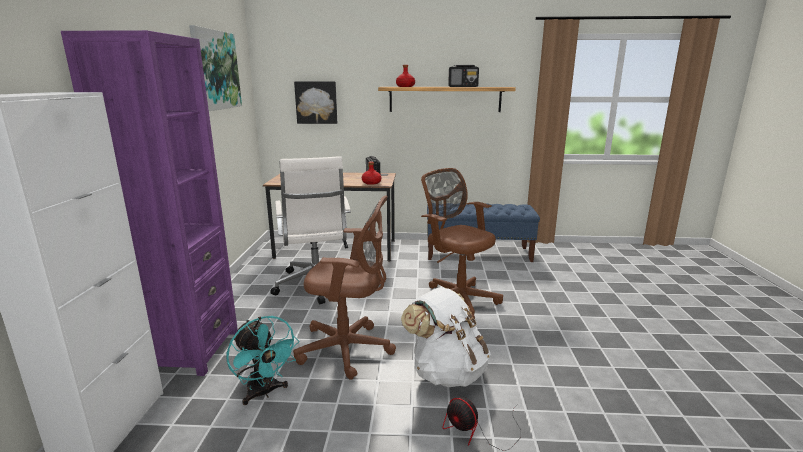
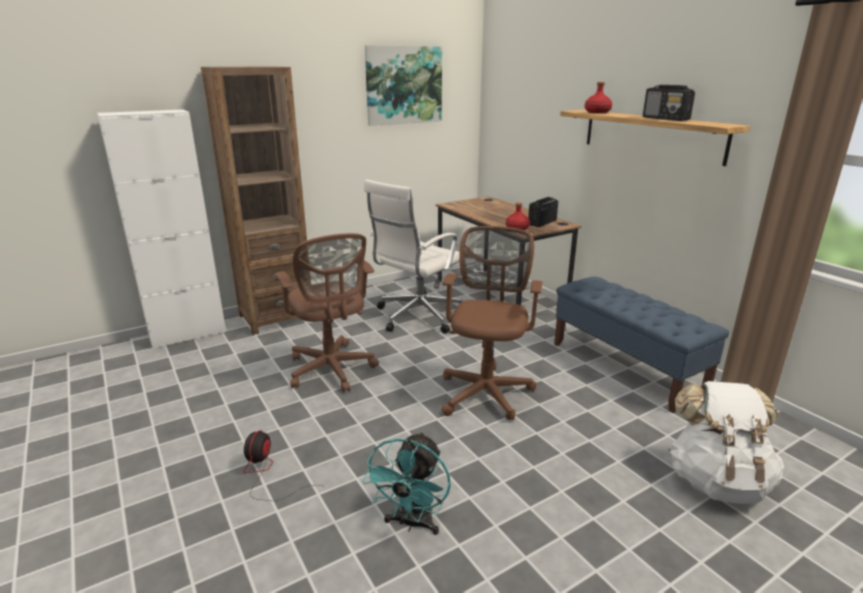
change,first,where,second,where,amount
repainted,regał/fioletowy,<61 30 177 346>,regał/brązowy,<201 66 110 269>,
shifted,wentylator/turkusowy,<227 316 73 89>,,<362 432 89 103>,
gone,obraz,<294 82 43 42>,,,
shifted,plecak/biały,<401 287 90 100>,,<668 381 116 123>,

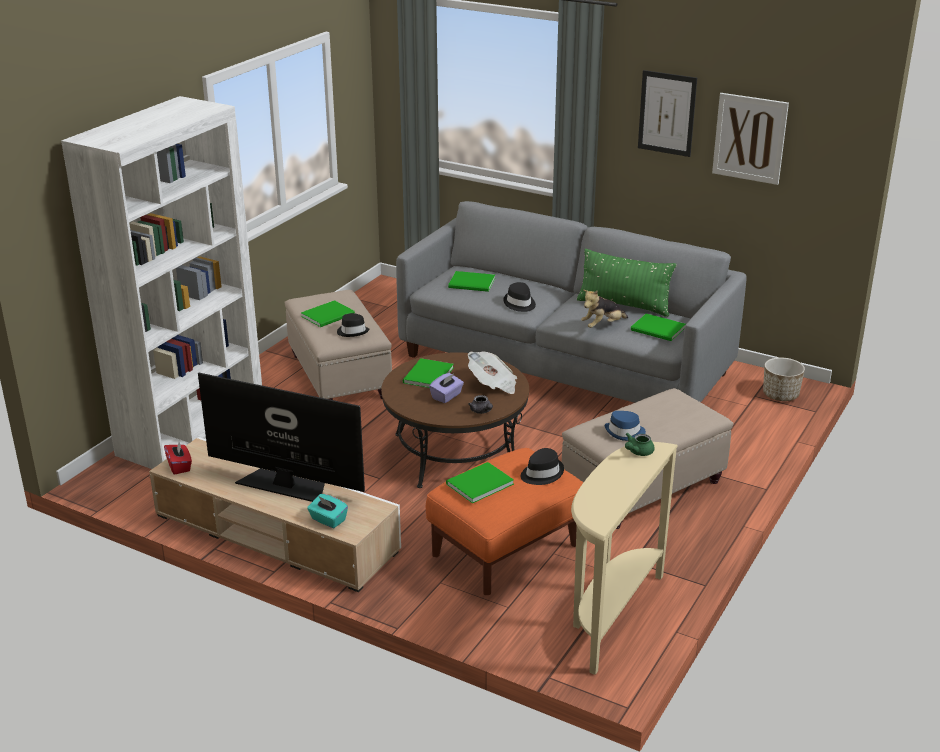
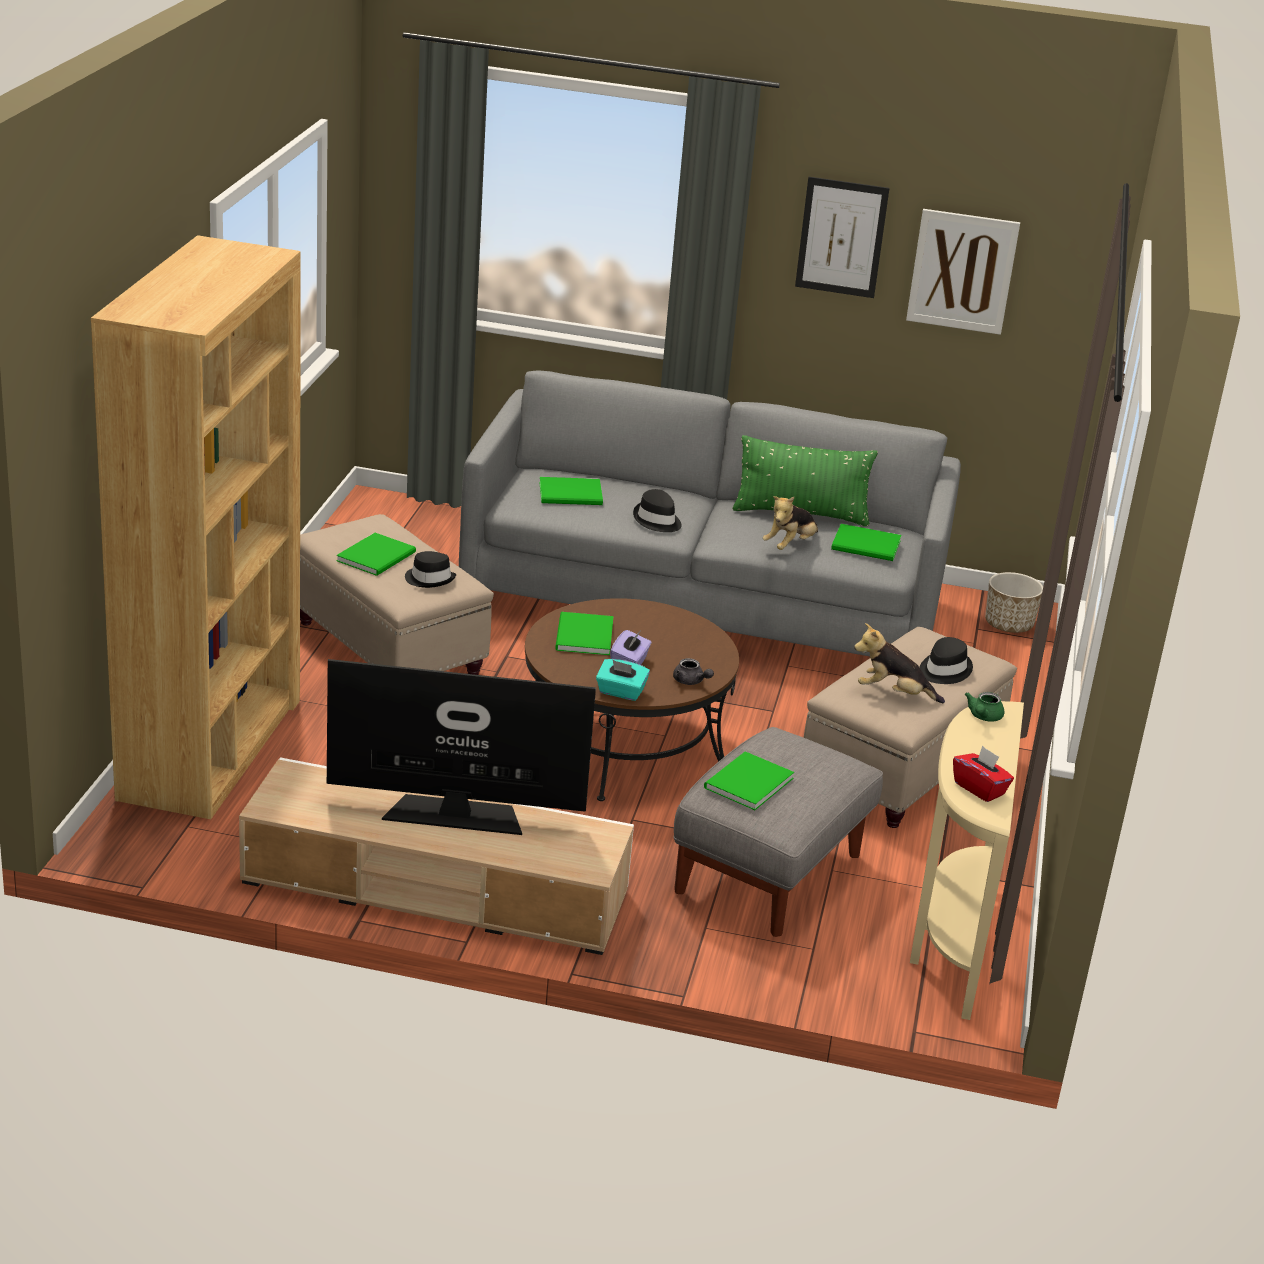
change,first,where,second,where,amount
repainted,regał/biały,<61 96 201 373>,regał/brązowy,<91 235 210 584>,
shifted,pudełko chusteczek/czerwony,<164 442 28 33>,,<953 746 61 56>,
shifted,pudełko chusteczek/turkusowy,<307 494 41 34>,,<596 659 54 42>,
repainted,pufa/pomarańczowy,<426 448 158 147>,pufa/szary,<673 727 210 210>,
gone,gazeta,<468 351 49 43>,,,
shifted,kapelusz/czarny,<521 448 43 37>,,<920 637 53 47>,
swapped,kapelusz/niebieski,<605 411 41 30>,pluszak,<854 623 91 80>,

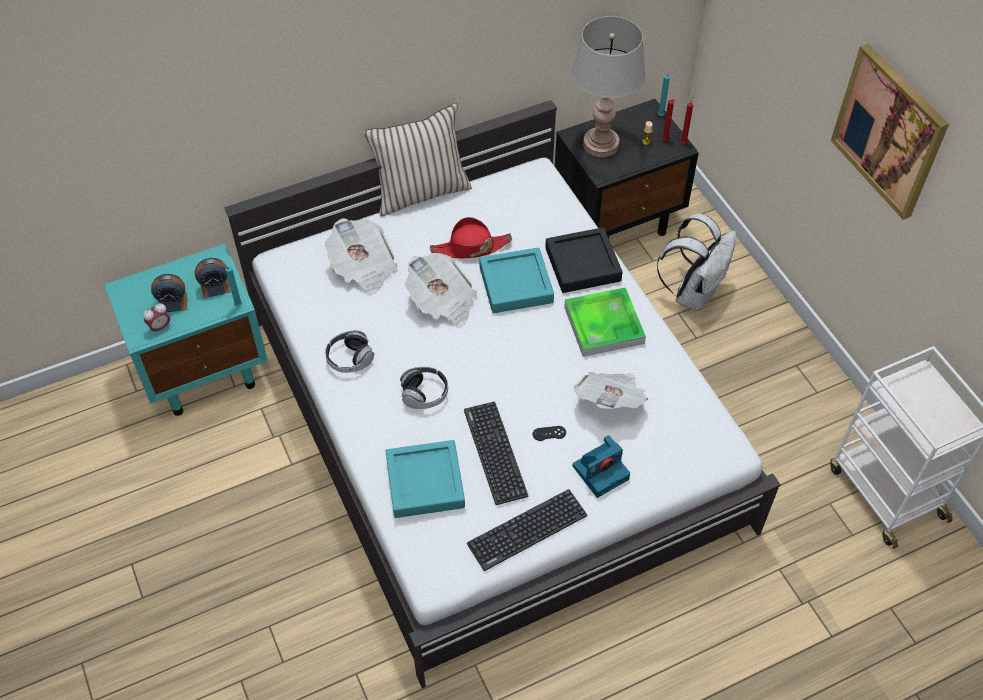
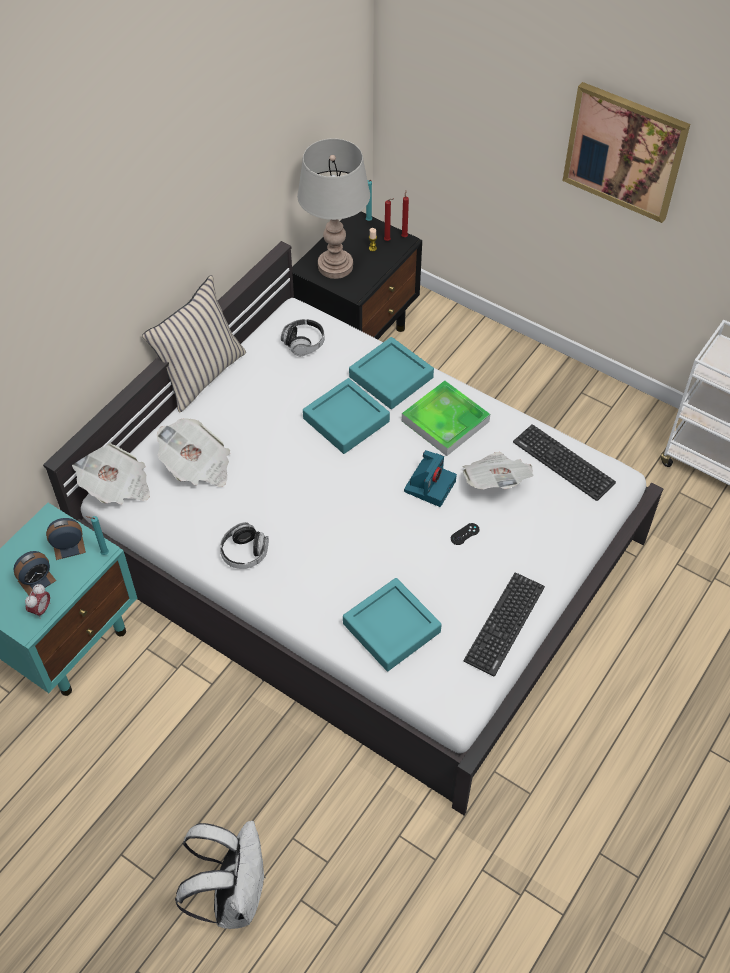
change,first,where,second,where,amount
rotated,budzik,<194 258 37 40>,,<46 518 40 42>,150 degrees counterclockwise
shifted,słuchawki,<400 367 48 42>,,<281 319 44 37>,
shifted,gazeta,<405 253 72 73>,,<72 443 78 61>,
gone,kapelusz/czerwony,<430 217 82 41>,,,
shifted,klawiatura,<464 401 64 104>,,<513 424 103 77>,
repainted,taca/czarny,<545 227 78 66>,taca/turkusowy,<349 337 85 72>,
shifted,aparat fotograficzny,<573 435 57 63>,,<404 450 53 57>,
shifted,plecak/biały,<657 213 79 98>,,<175 821 91 108>,

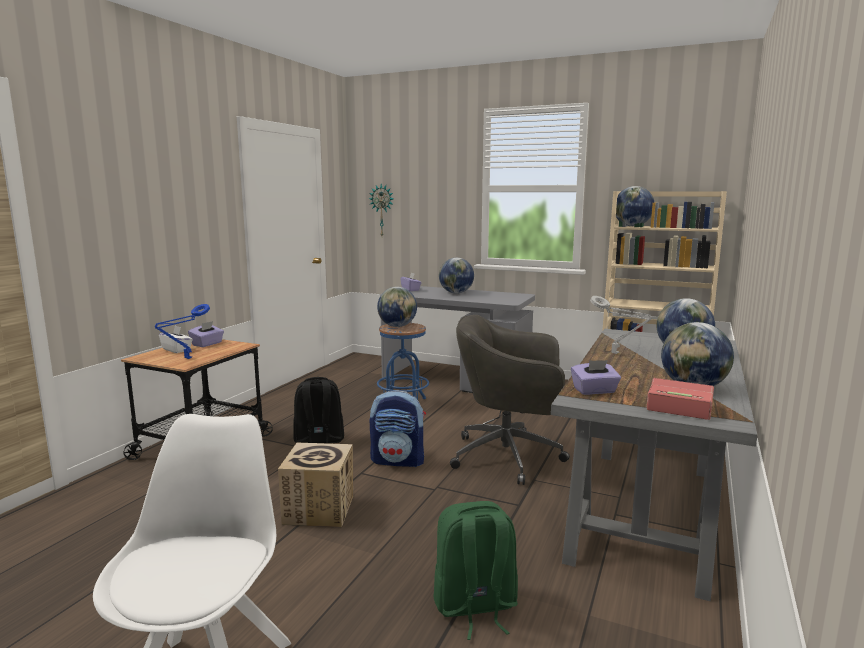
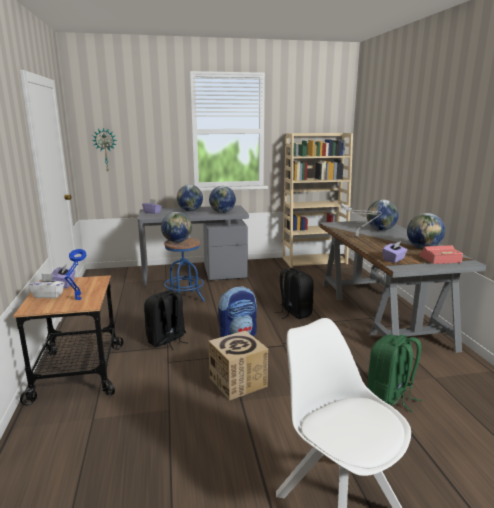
change,first,where,second,where,amount
swapped,krzesło biurowe/szary,<450 315 120 170>,plecak/czarny,<275 268 39 51>,
shifted,globus,<616 186 39 40>,,<209 186 27 27>,

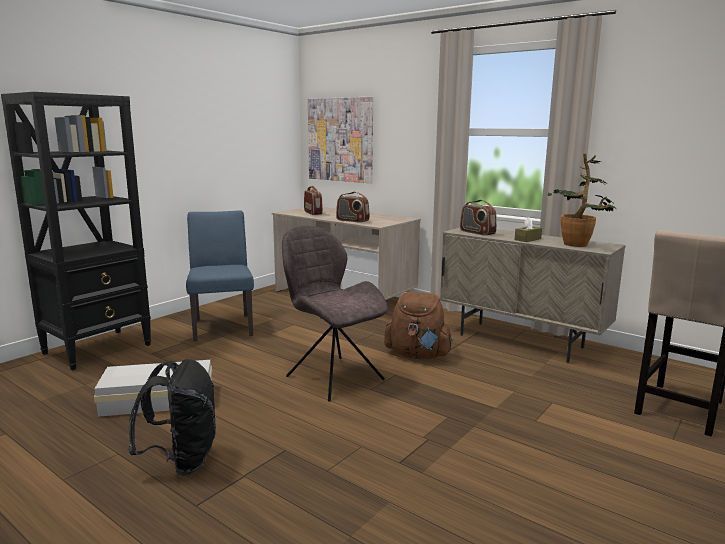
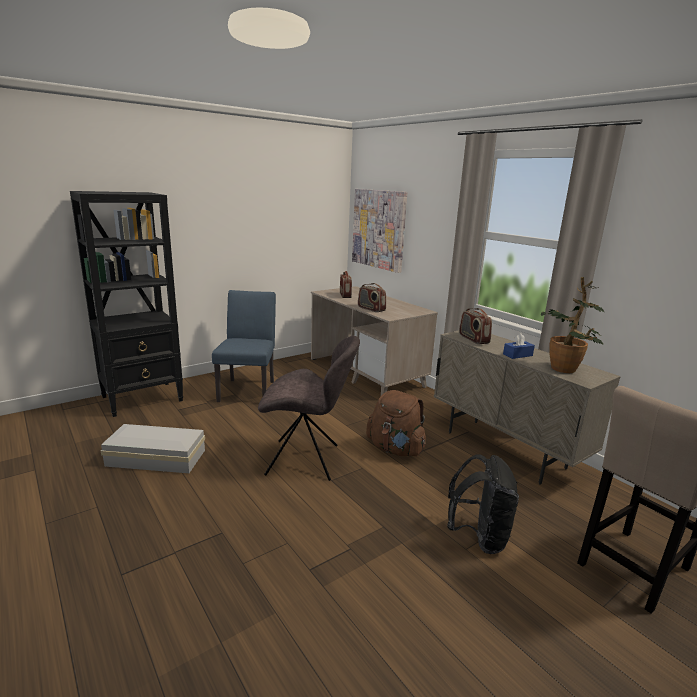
change,first,where,second,where,amount
shifted,plecak/czarny,<128 359 88 117>,,<447 454 72 100>,
rotated,krzesło/szary,<282 226 106 176>,,<258 335 102 146>,120 degrees clockwise
repainted,pudełko chusteczek/brązowy,<515 217 27 25>,pudełko chusteczek/niebieski,<503 333 32 26>,

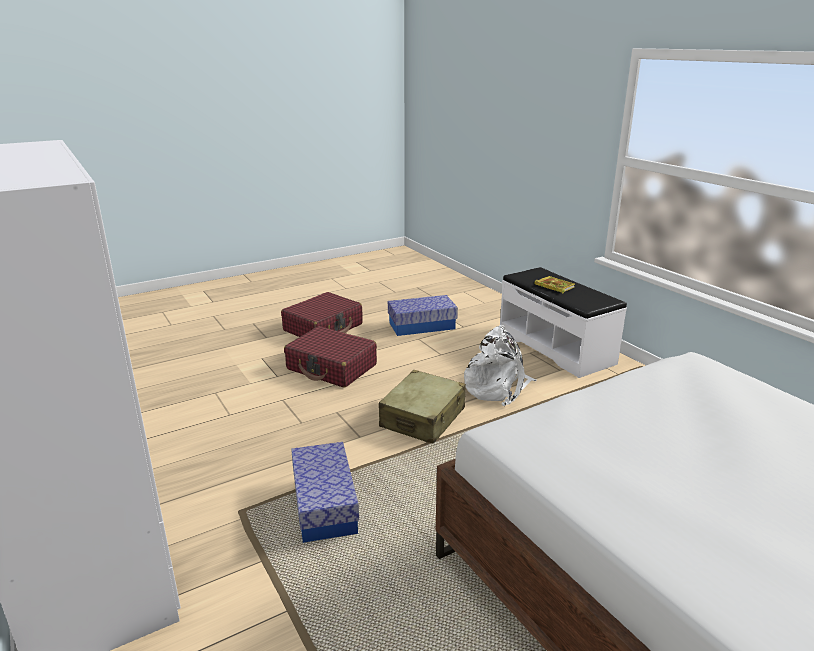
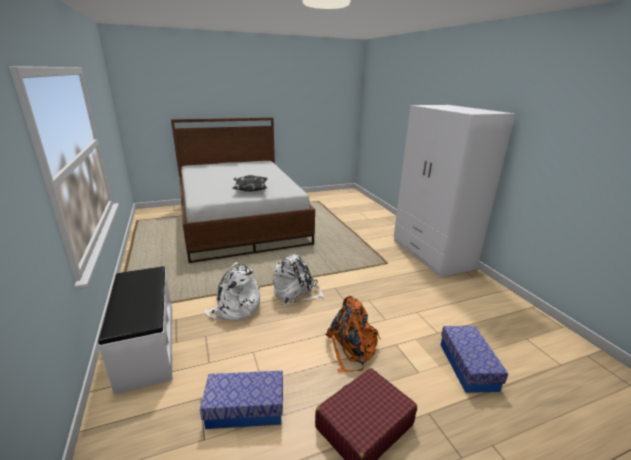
change,first,where,second,where,amount
swapped,walizka/czerwony,<284 326 93 62>,plecak/pomarańczowy,<325 296 56 76>,
shifted,pojemnik do przechowywania,<291 442 68 101>,,<441 326 67 67>,
swapped,walizka/beżowy,<379 370 87 74>,plecak/biały,<273 254 50 52>,
gone,książka,<534 276 41 17>,,,
new,,,poduszka,<232 175 36 17>,

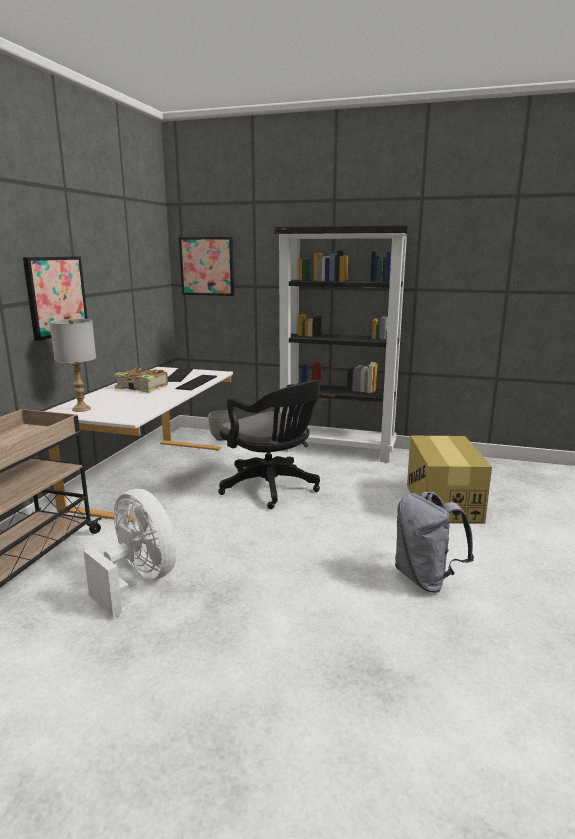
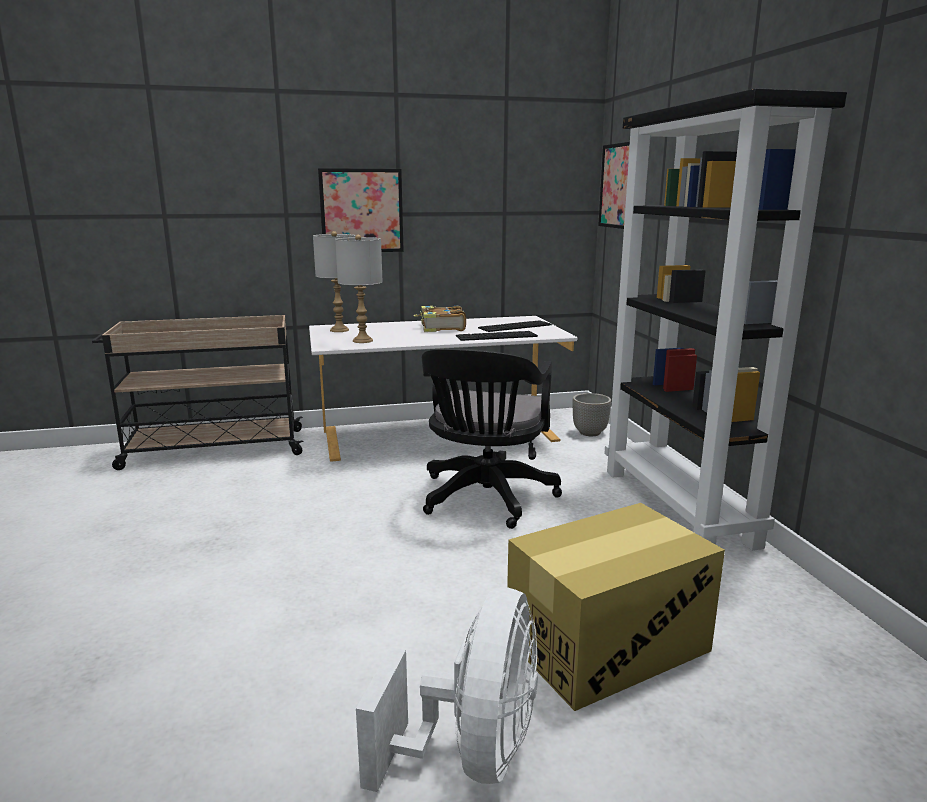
change,first,where,second,where,amount
shifted,wentylator/biały,<84 489 92 128>,,<356 587 182 205>,
gone,plecak/szary,<395 492 79 101>,,,
new,,,lampa stołowa/szary,<335 235 48 108>,

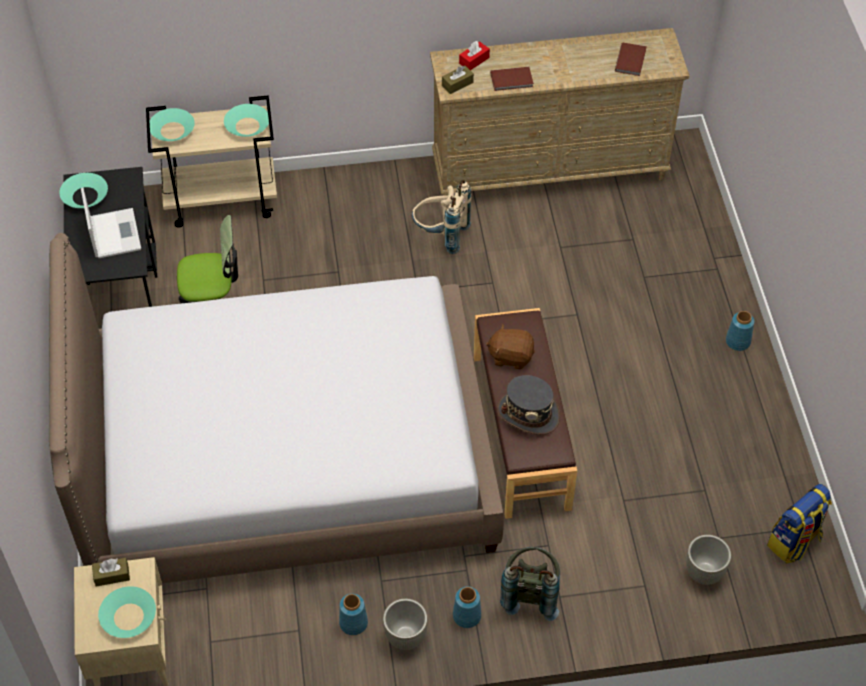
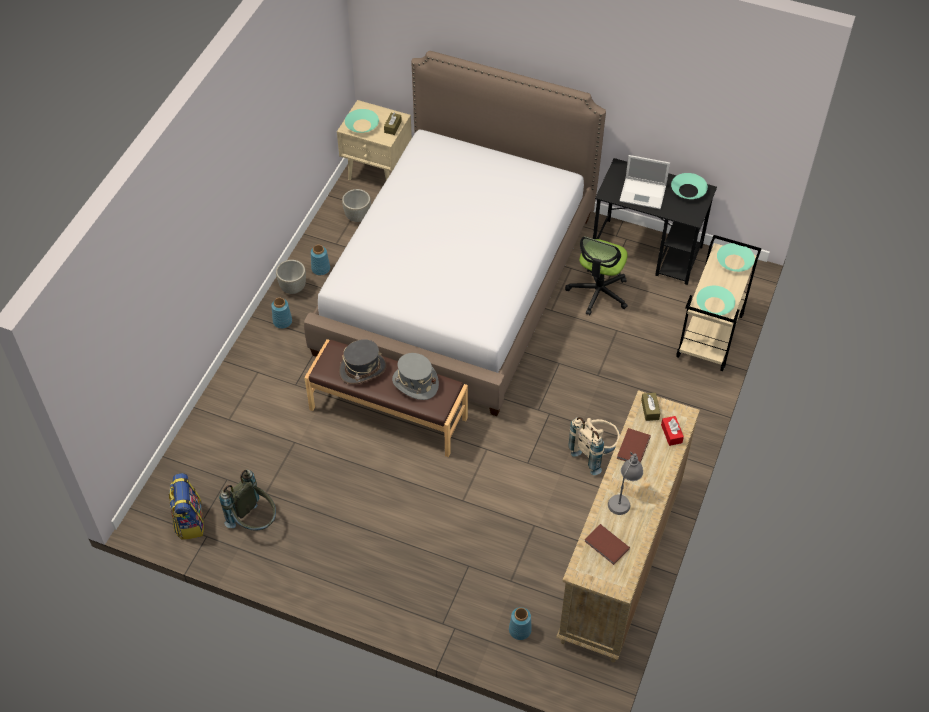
change,first,where,second,where,amount
swapped,pluszak/brązowy,<486 324 49 45>,kapelusz/szary,<392 353 47 47>,
shifted,plecak/szary,<500 547 60 74>,,<219 469 57 62>,
shifted,donica/szary,<686 535 45 50>,,<342 189 29 33>,
shifted,wazon/niebieski,<726 311 28 40>,,<509 607 23 33>,
new,,,lampa stołowa/szary,<608 451 35 64>,

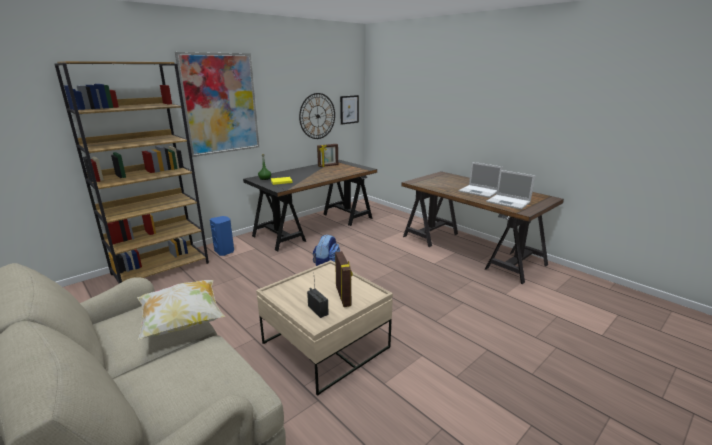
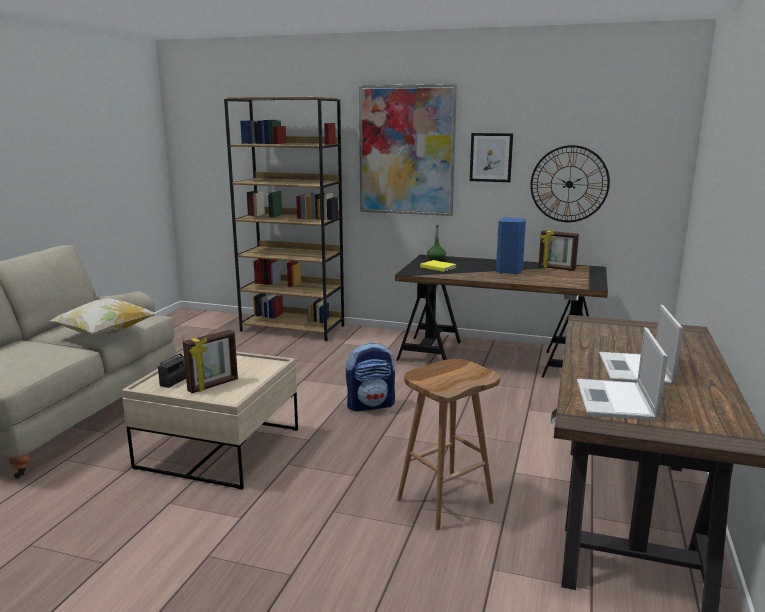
change,first,where,second,where,amount
shifted,głośnik/niebieski,<210 216 24 40>,,<496 217 30 57>,
shifted,obraz,<340 95 19 30>,,<470 133 43 49>,
new,,,stołek/brązowy,<397 359 103 171>,

